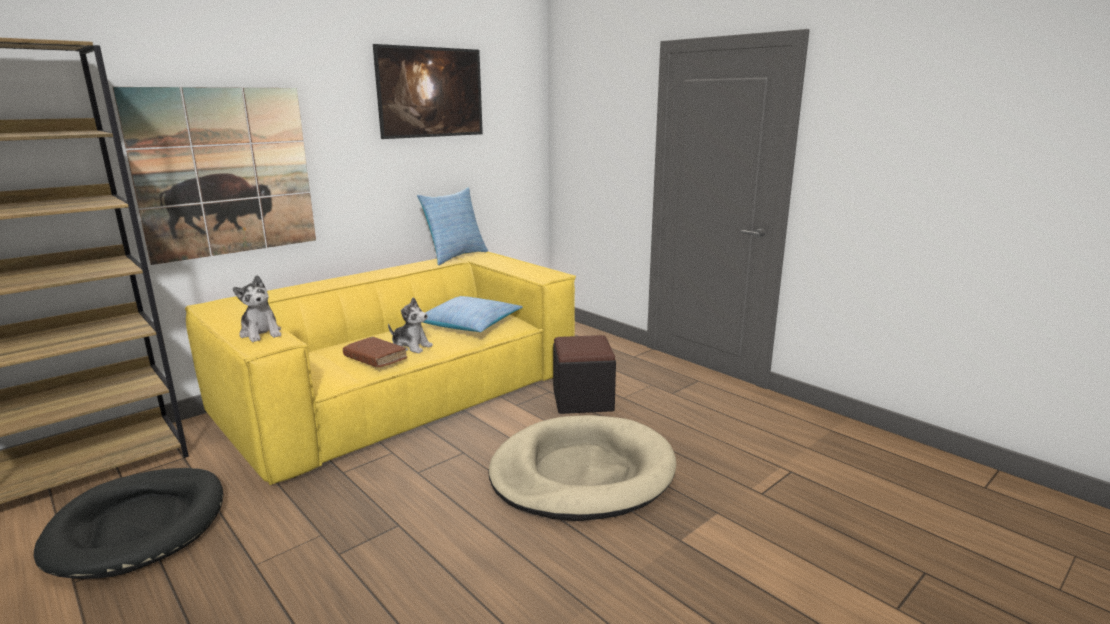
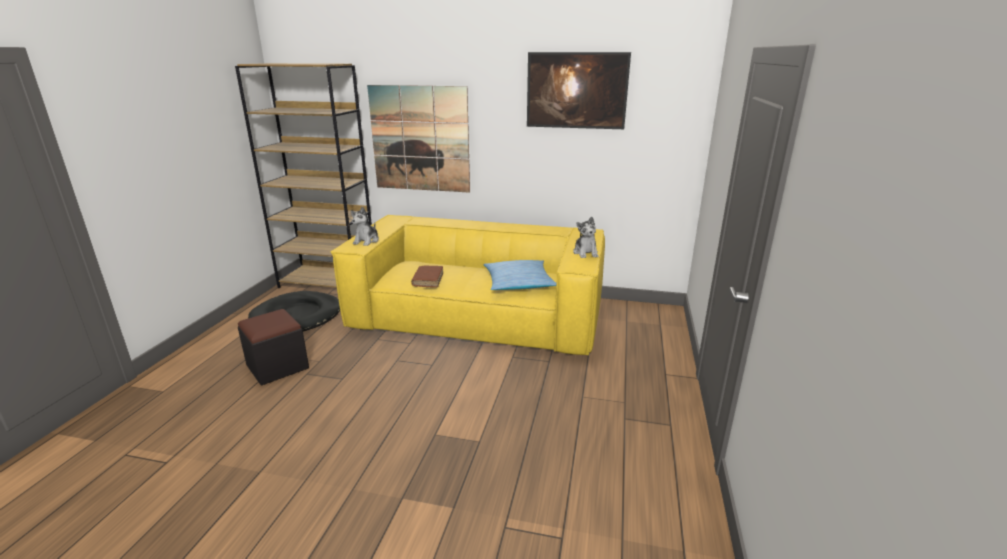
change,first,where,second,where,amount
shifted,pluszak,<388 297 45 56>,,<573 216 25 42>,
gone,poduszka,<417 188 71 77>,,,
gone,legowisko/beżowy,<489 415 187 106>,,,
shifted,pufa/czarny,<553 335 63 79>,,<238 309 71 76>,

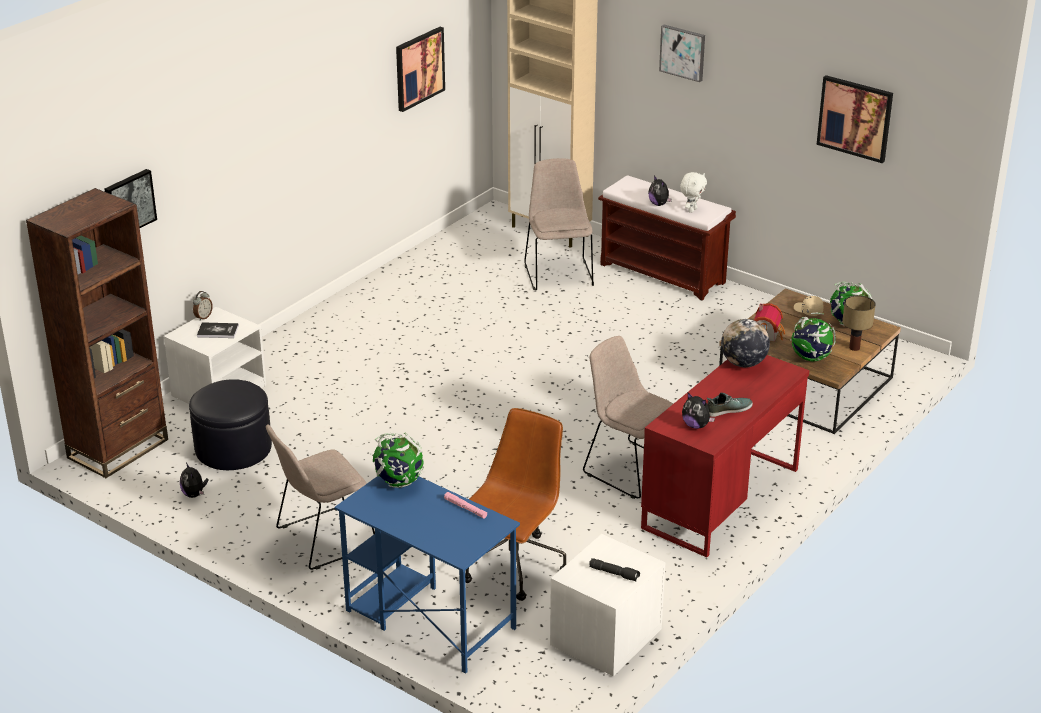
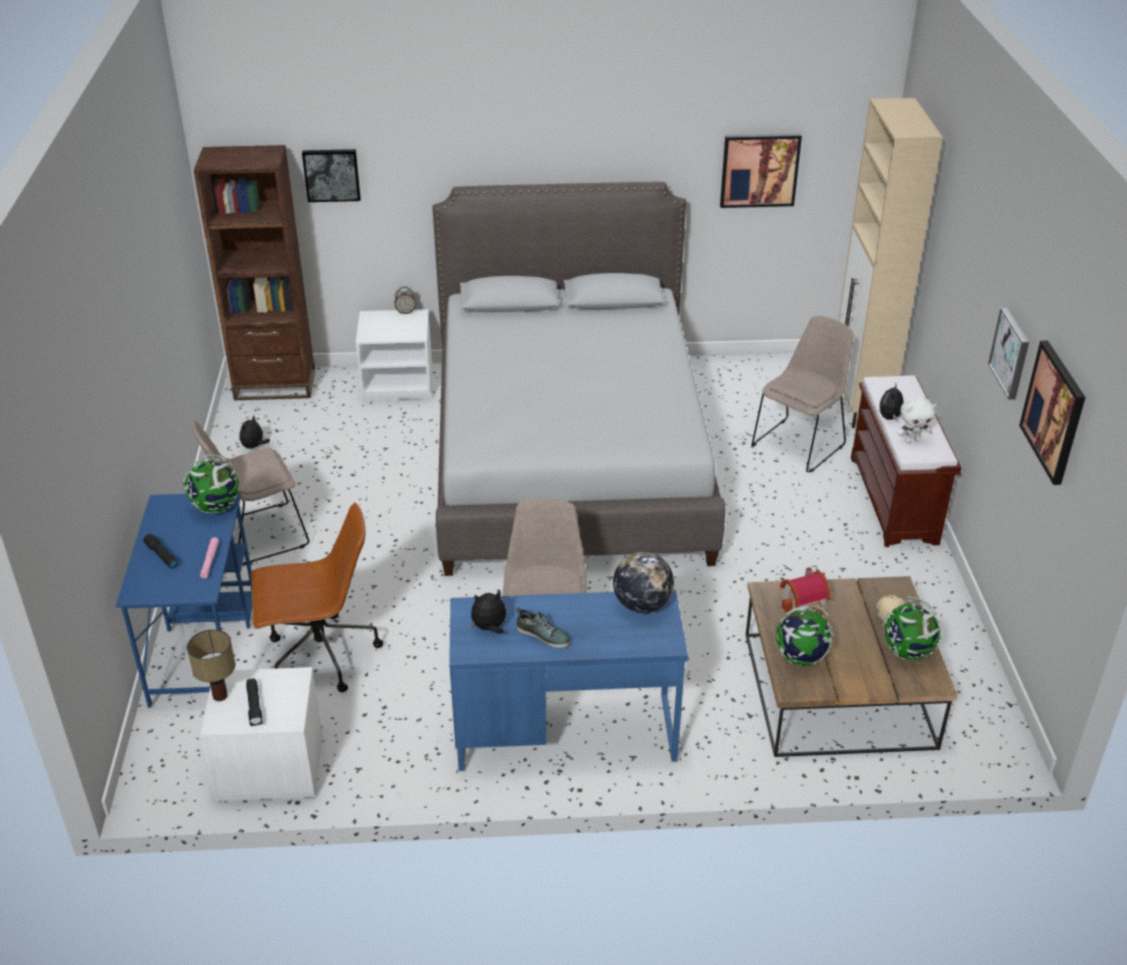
change,first,where,second,where,amount
gone,pufa/czarny,<189 379 83 91>,,,
gone,książka,<197 322 42 16>,,,
rotated,krzesło/beżowy,<266 424 109 146>,,<192 421 117 145>,45 degrees counterclockwise
repainted,biurko/czerwony,<641 355 168 202>,biurko/niebieski,<449 589 239 182>,
shifted,obraz,<659 25 46 57>,,<988 308 41 92>,
rotated,pluszak,<682 393 33 36>,,<471 591 35 43>,75 degrees clockwise
shifted,lampa stołowa,<842 295 34 56>,,<187 629 48 72>,
new,,,latarka/czarny,<143 534 35 34>,
new,,,łóżko/szary,<432 182 293 394>,

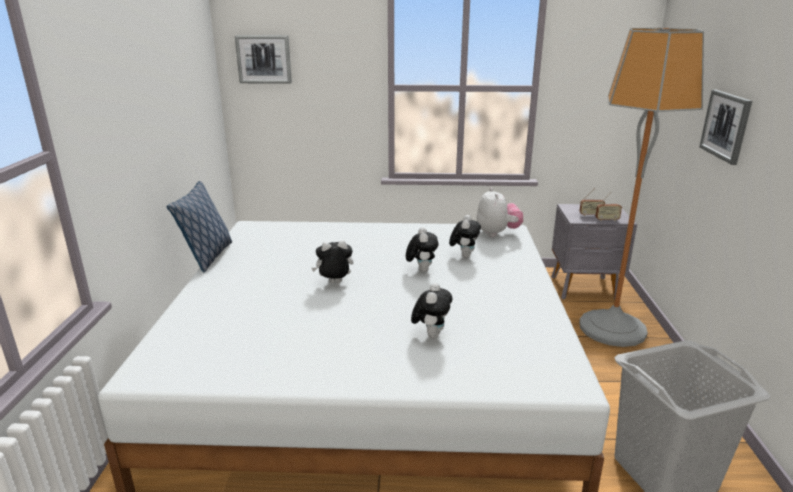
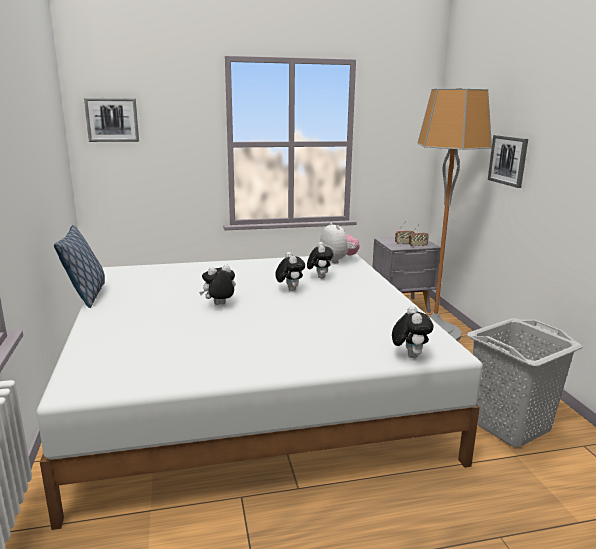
change,first,where,second,where,amount
shifted,pluszak,<411 283 42 55>,,<392 306 41 52>,

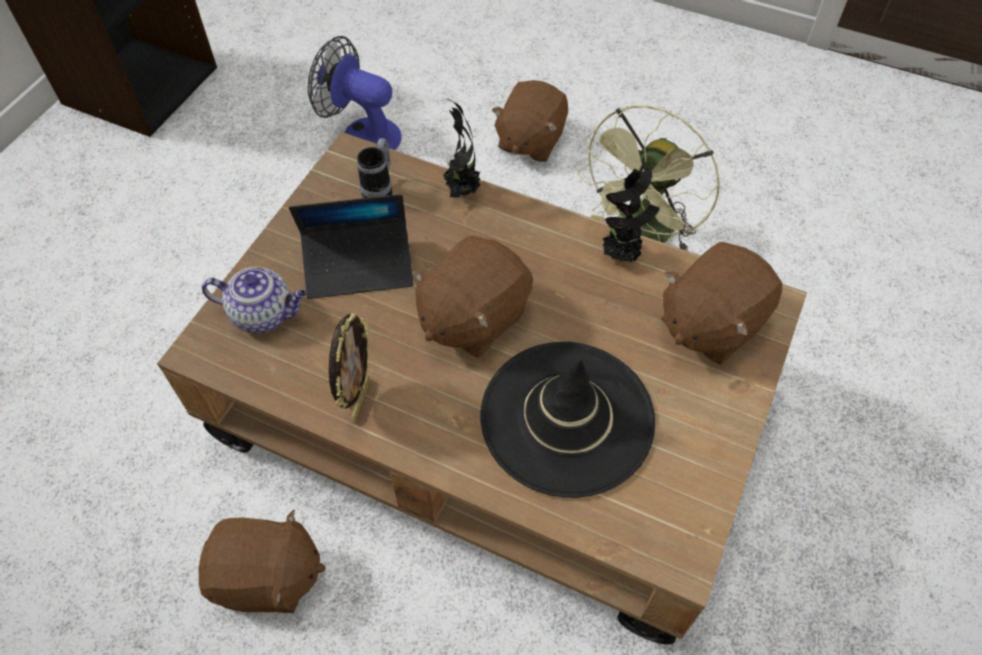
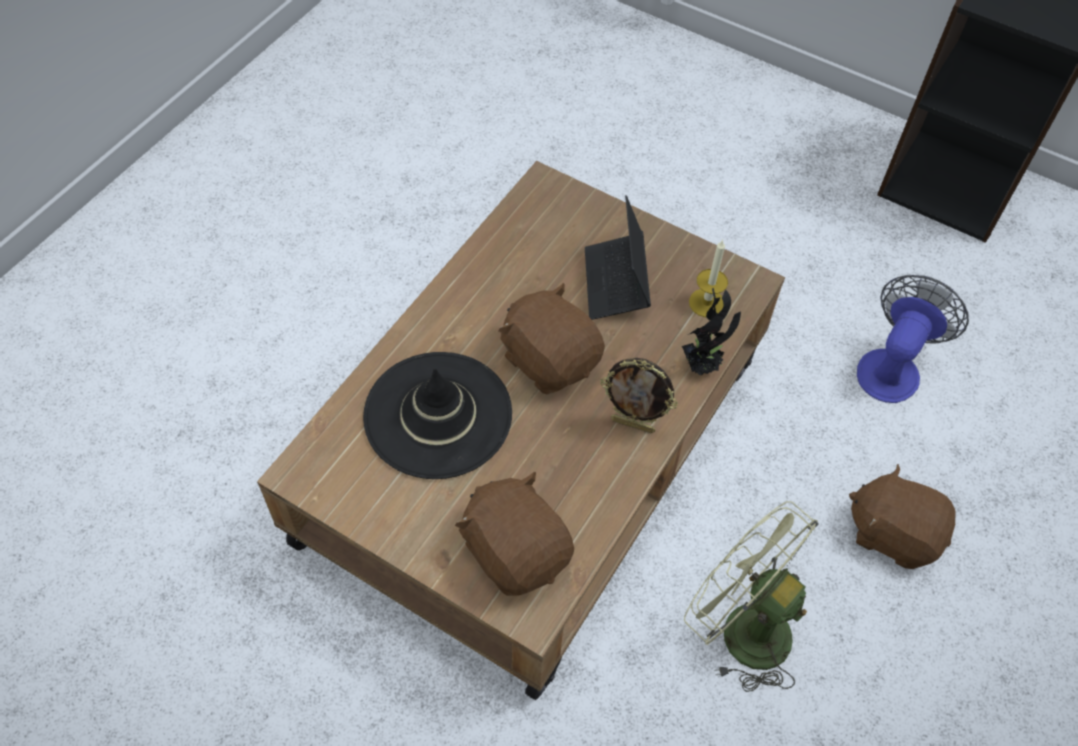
change,first,where,second,where,amount
gone,pluszak/brązowy,<199 510 127 103>,,,
gone,imbryk,<202 267 105 66>,,,
shifted,ramka na zdjęcie,<329 313 41 110>,,<600 358 78 75>,
swapped,kubek,<357 138 35 60>,świeca,<689 240 39 77>,
gone,roślina doniczkowa,<603 162 57 100>,,,

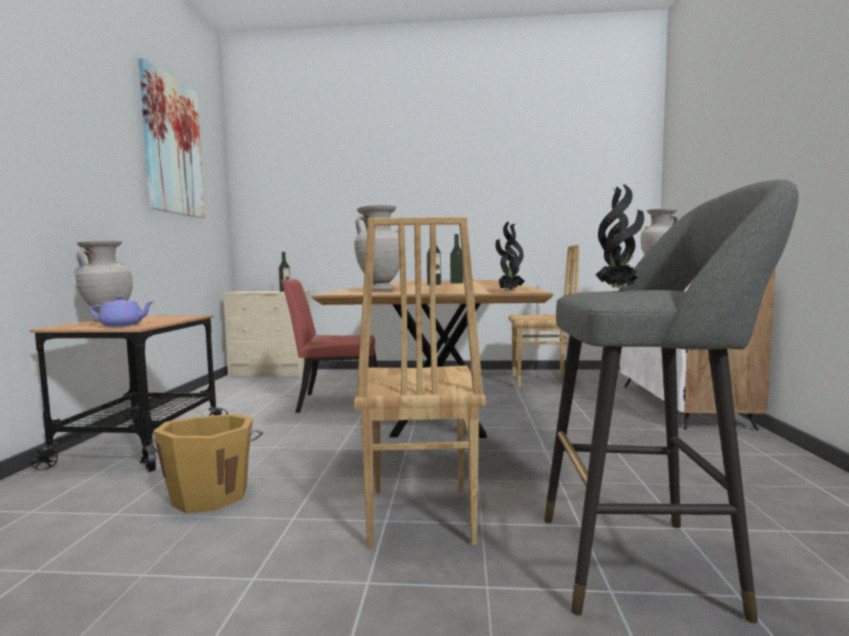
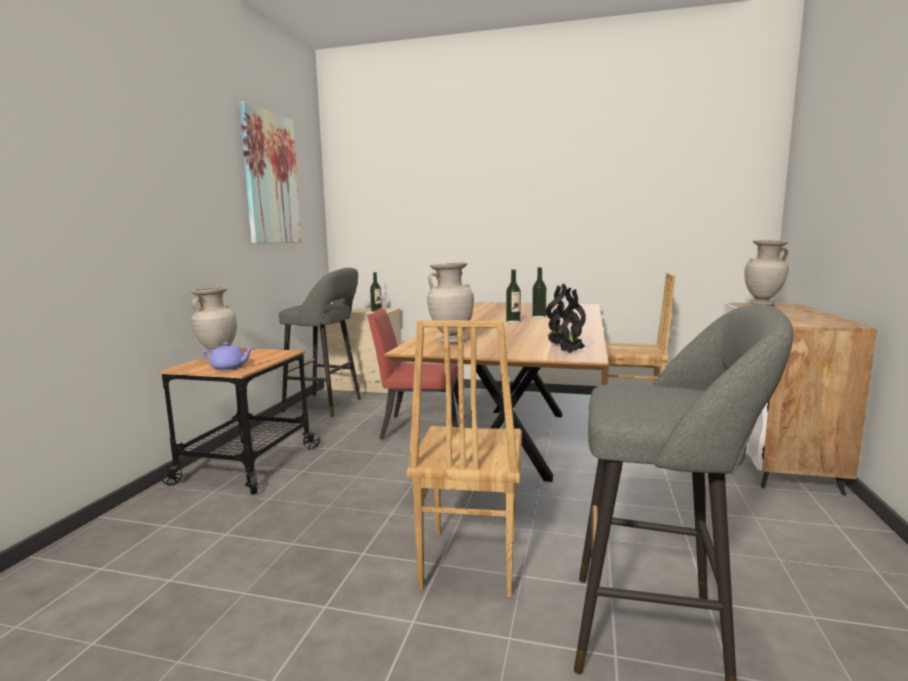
change,first,where,second,where,amount
gone,wiadro/pomarańczowy,<150 414 114 99>,,,
shifted,roślina doniczkowa,<596 184 48 104>,,<546 284 25 62>,
new,,,stołek/szary,<279 268 82 149>,

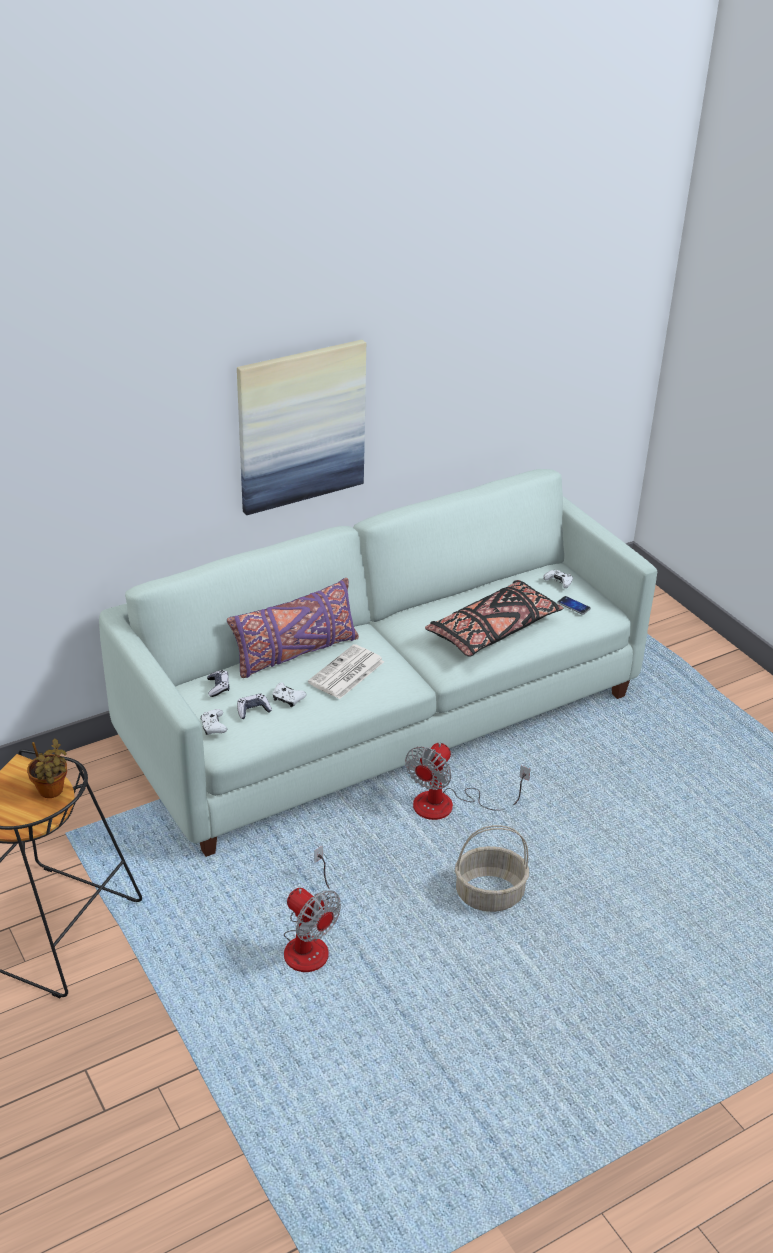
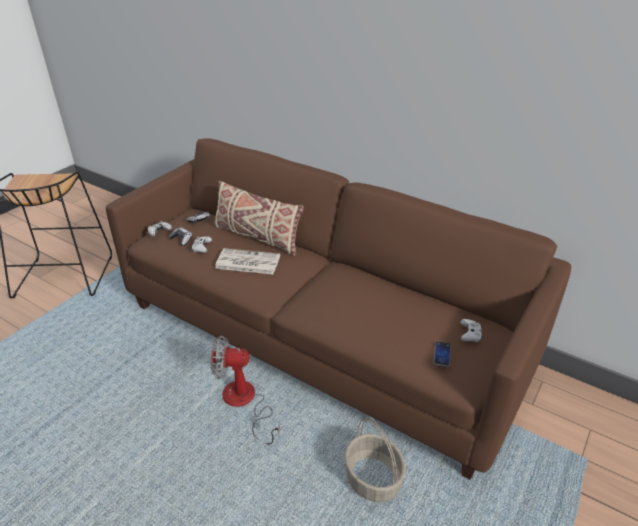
change,first,where,second,where,amount
gone,roślina doniczkowa,<27 739 40 59>,,,
repainted,kanapa/biały,<99 469 558 388>,kanapa/brązowy,<106 138 465 342>,
repainted,poduszka/fioletowy,<227 578 132 100>,poduszka/beżowy,<214 181 90 75>,
gone,obraz,<237 340 129 175>,,,
gone,wentylator,<284 845 57 127>,,,
gone,poduszka/czarny,<425 580 138 77>,,,
shifted,koszyk,<455 825 74 87>,,<345 417 61 85>,

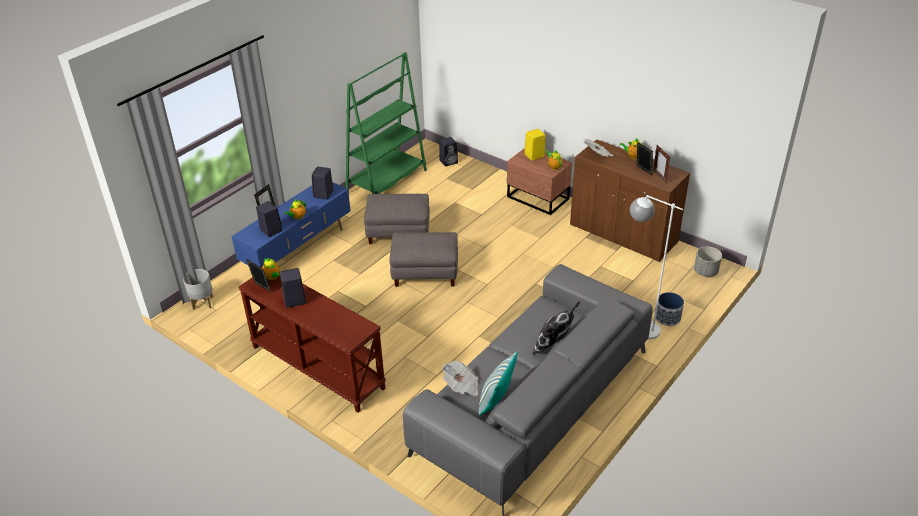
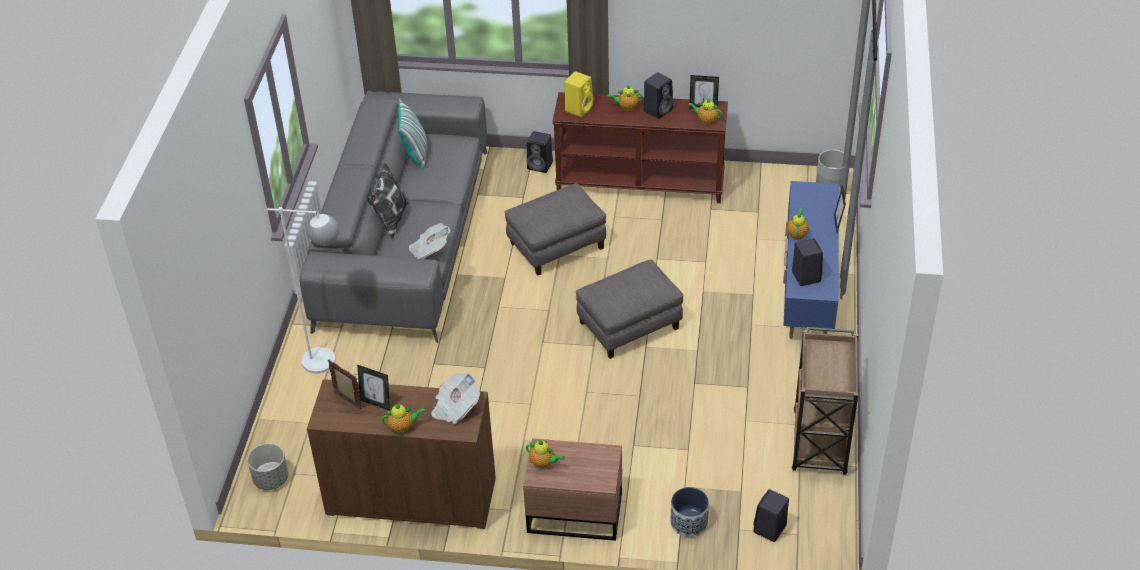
change,first,where,second,where,amount
shifted,głośnik/czarny,<256 201 26 36>,,<527 131 26 42>,
swapped,regał/zielony,<345 52 82 142>,wózek/brązowy,<792 327 66 148>,
shifted,pufa/szary,<364 194 66 50>,,<505 183 101 93>,
shifted,gazeta,<442 361 37 35>,,<409 223 41 36>,
shifted,głośnik/żółty,<524 129 21 32>,,<564 71 29 46>,
shifted,donica,<656 292 28 34>,,<671 487 38 50>,
new,,,imbryk,<608 85 35 26>,

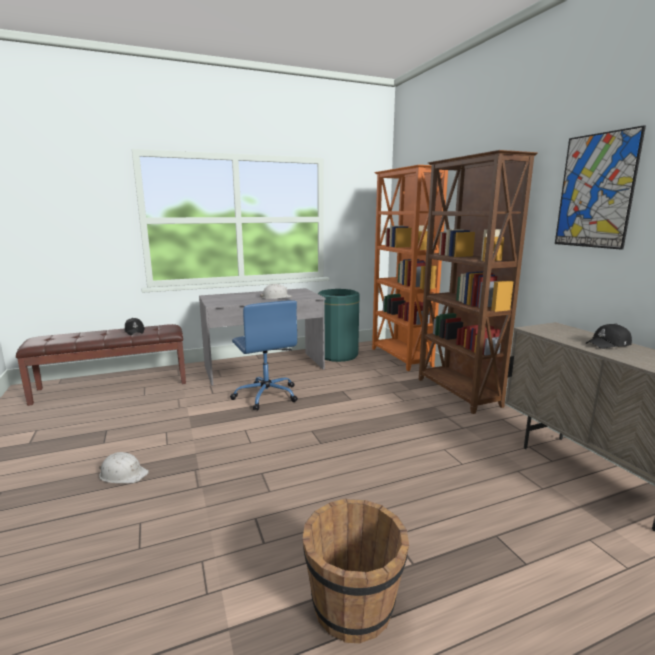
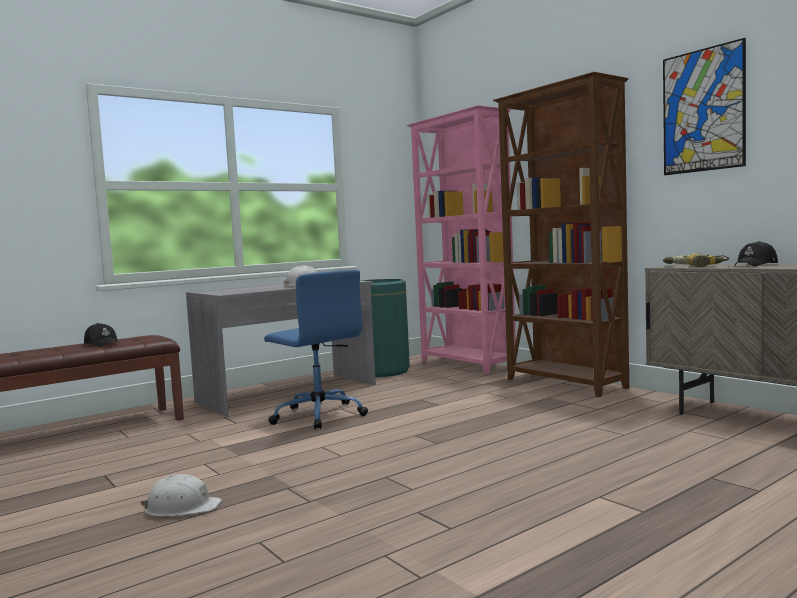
change,first,where,second,where,amount
gone,wiadro/brązowy,<302 498 107 146>,,,
repainted,regał/pomarańczowy,<372 165 76 206>,regał/różowy,<407 105 109 269>,
new,,,wiertarka,<663 253 66 14>,

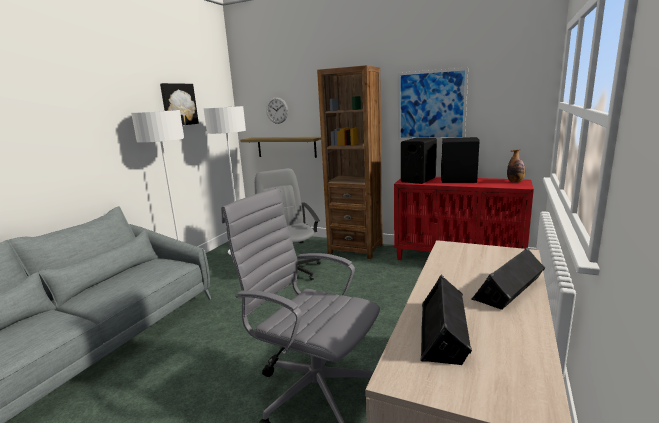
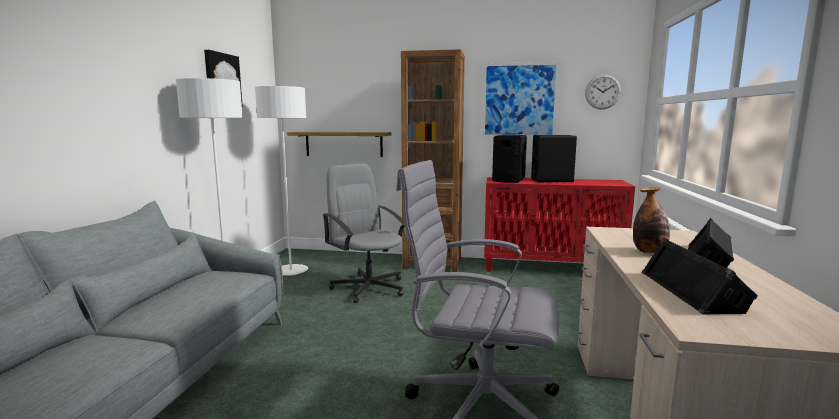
change,first,where,second,where,amount
shifted,zegar ścienny,<266 97 22 27>,,<585 74 36 36>,
shifted,butelka,<507 149 18 33>,,<633 187 37 67>,

